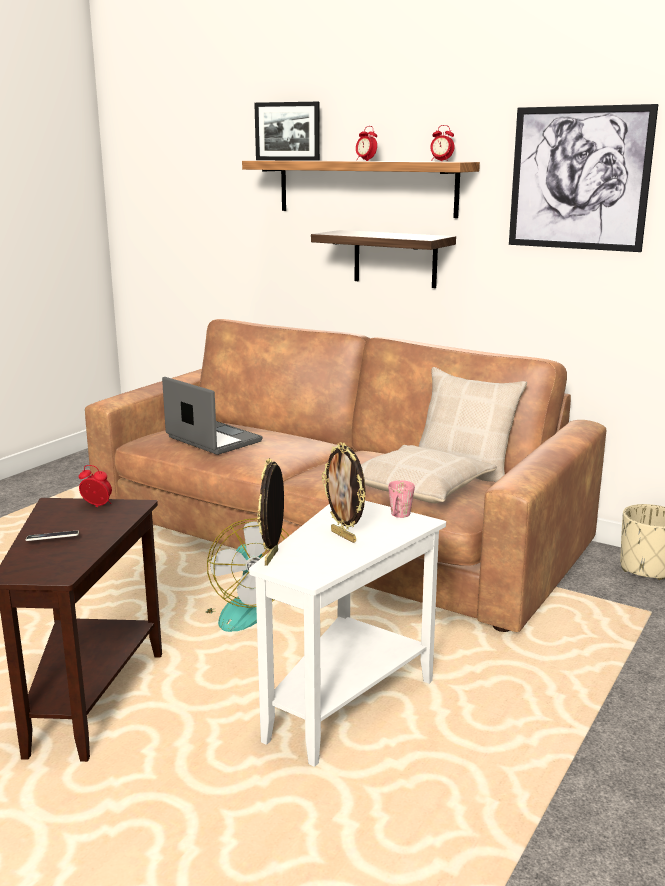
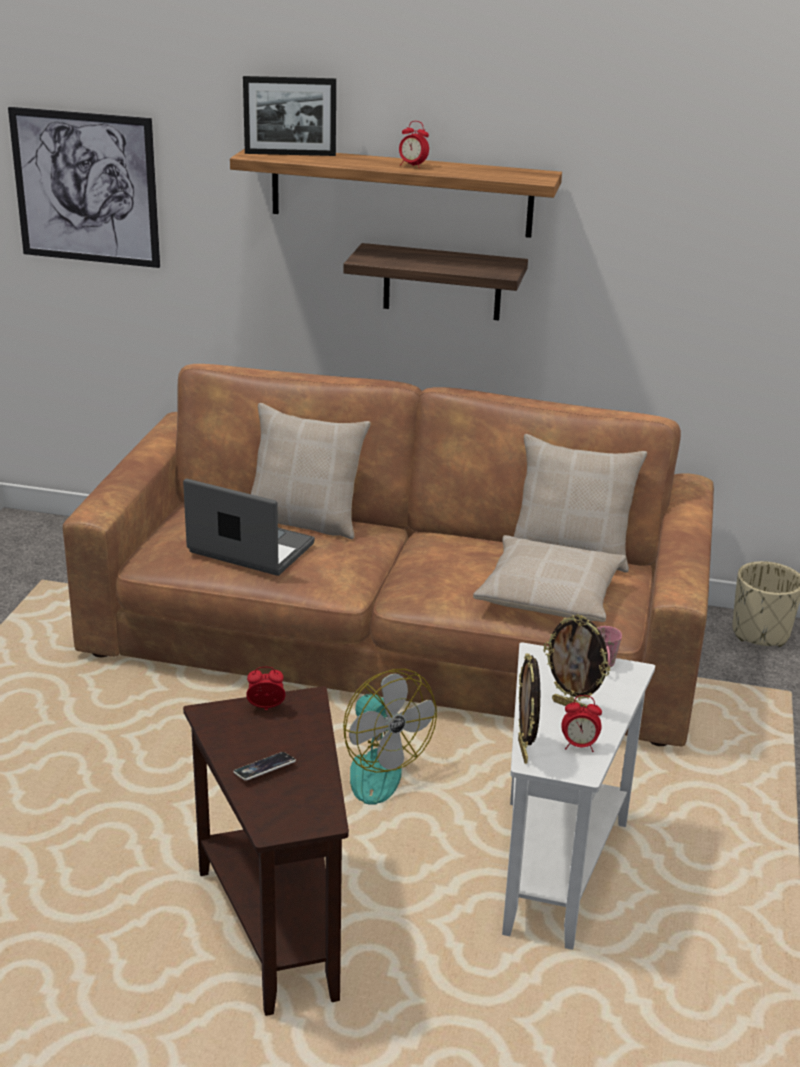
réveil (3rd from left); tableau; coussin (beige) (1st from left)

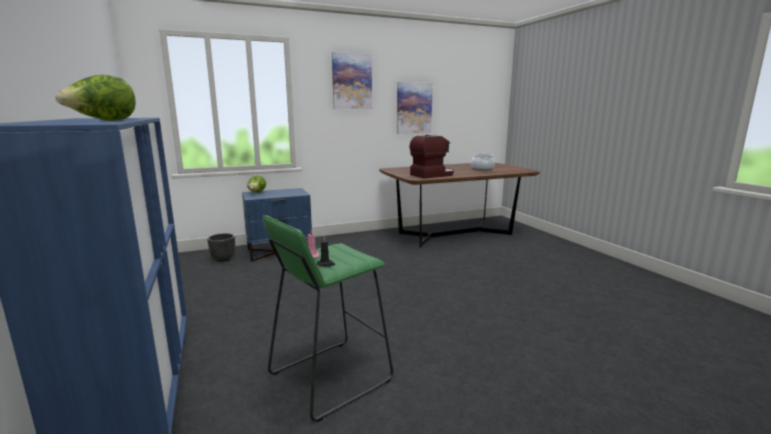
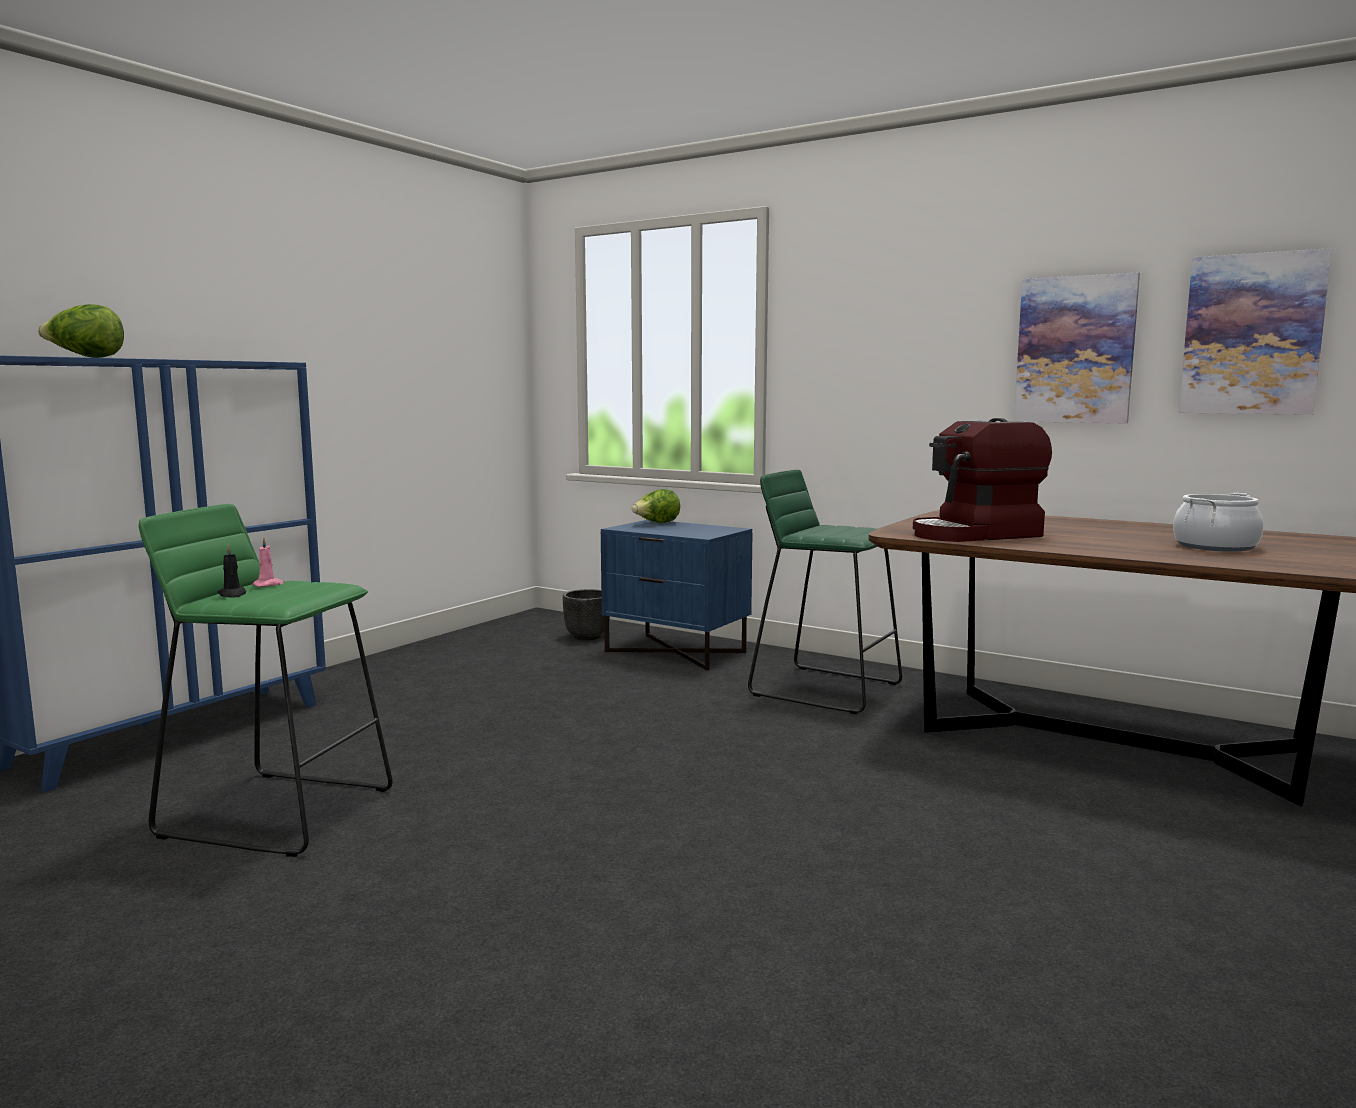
tableau (2nd from left); machine à café; tabouret (vert) (2nd from left)

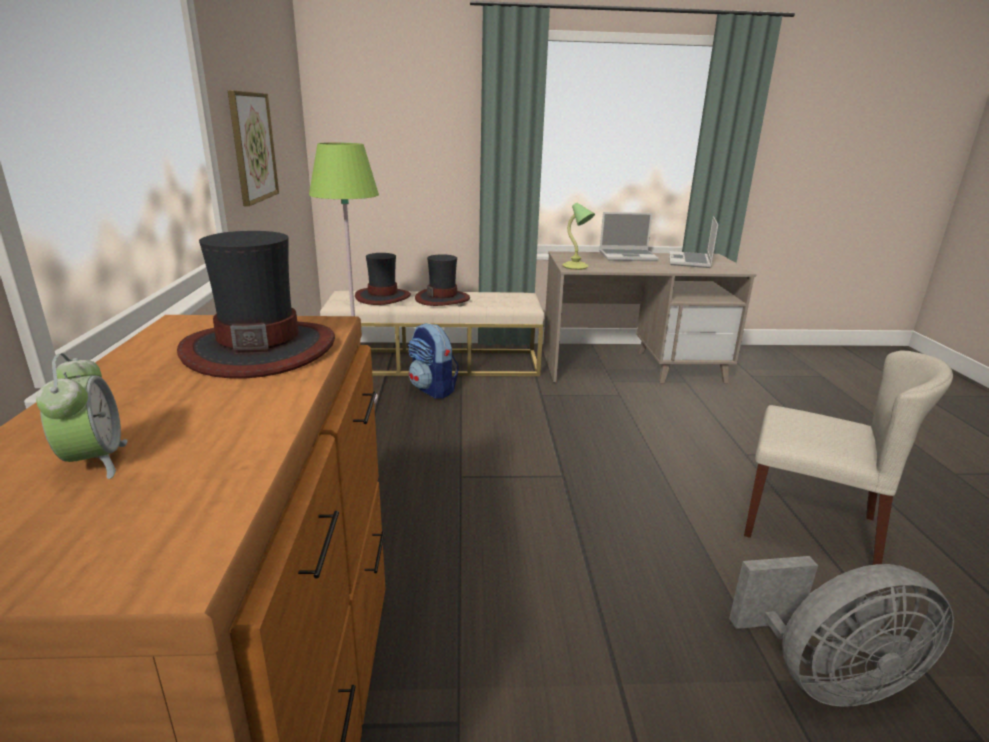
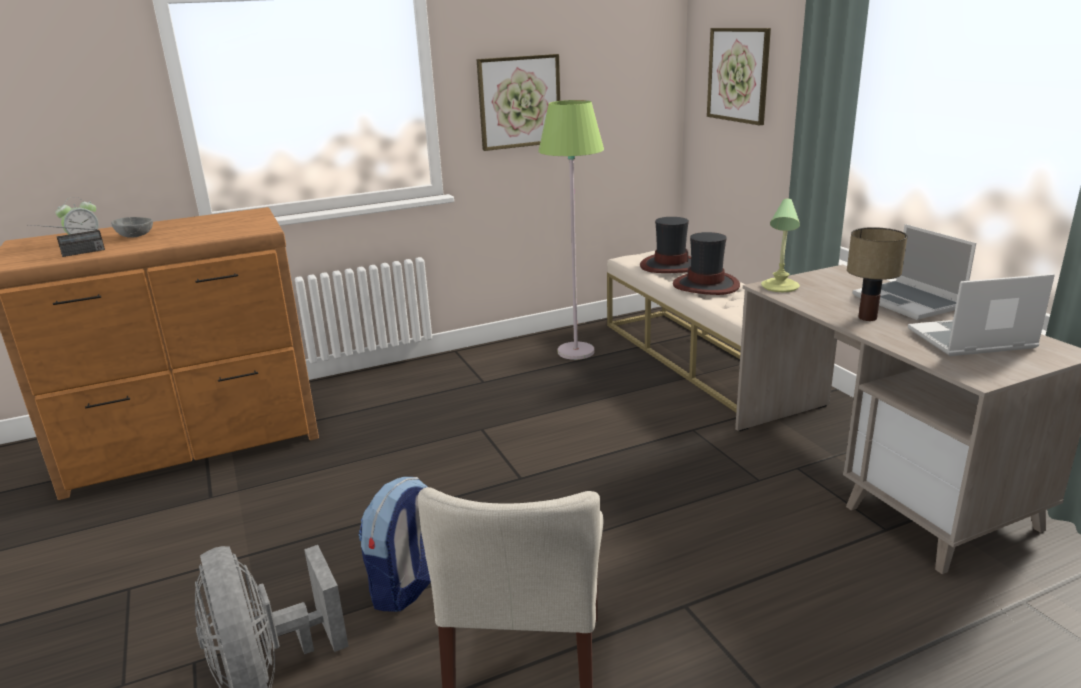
chapeau (1st from left in the first image); sac à dos; radio; bol (gris); tableau (2nd from left); lampe de table (2nd from left)

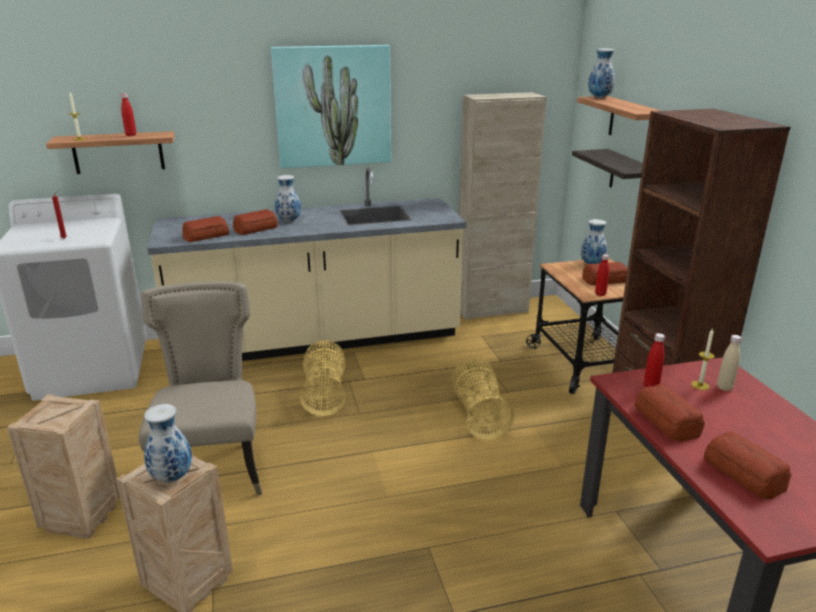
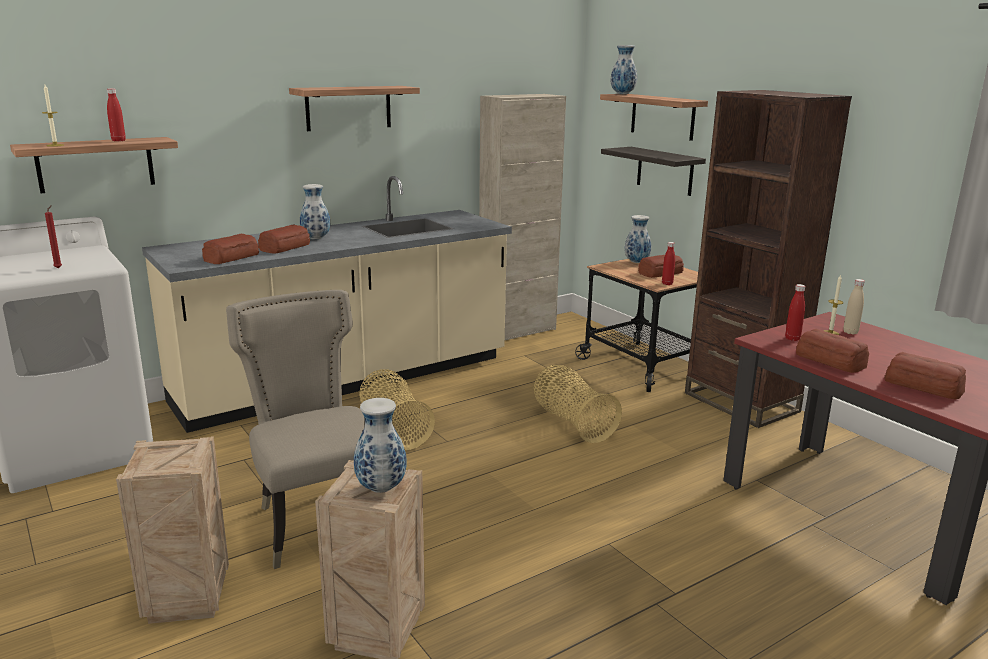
étagère (2nd from left)

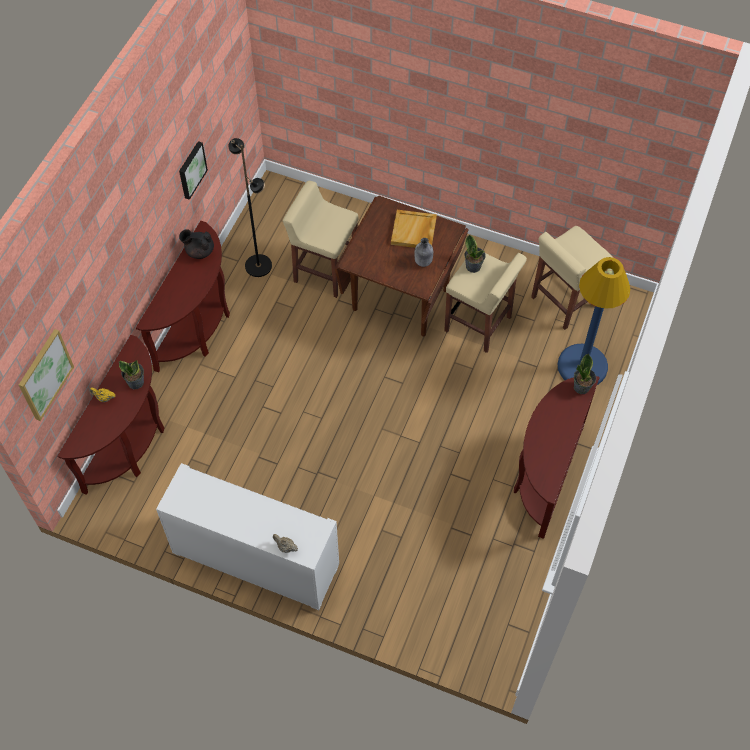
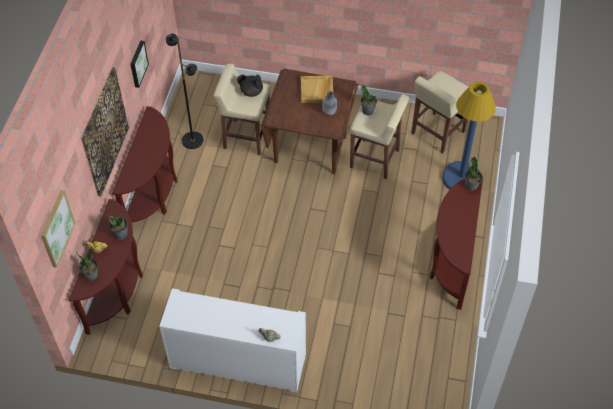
théière (noir); plante en pot (1st from left); tableau (2nd from left)

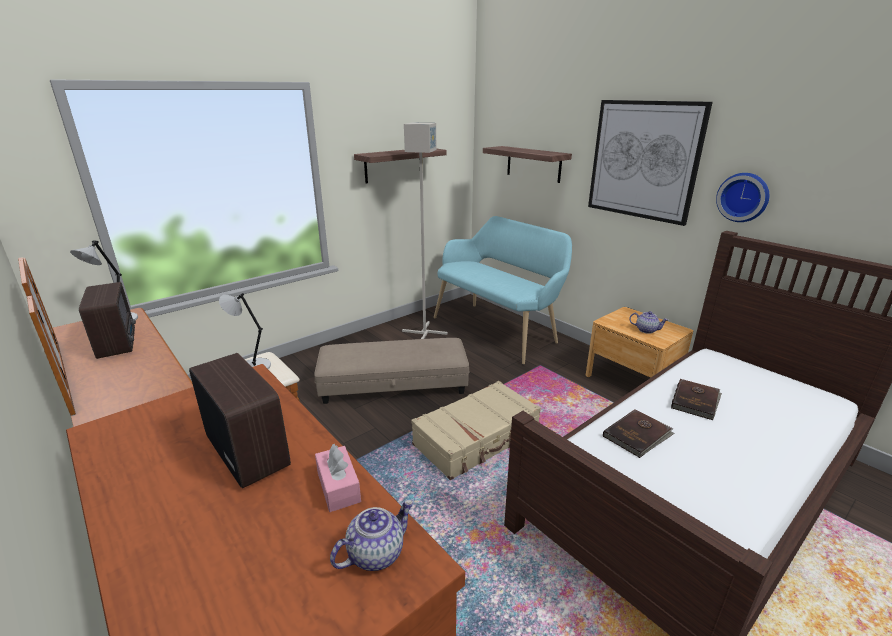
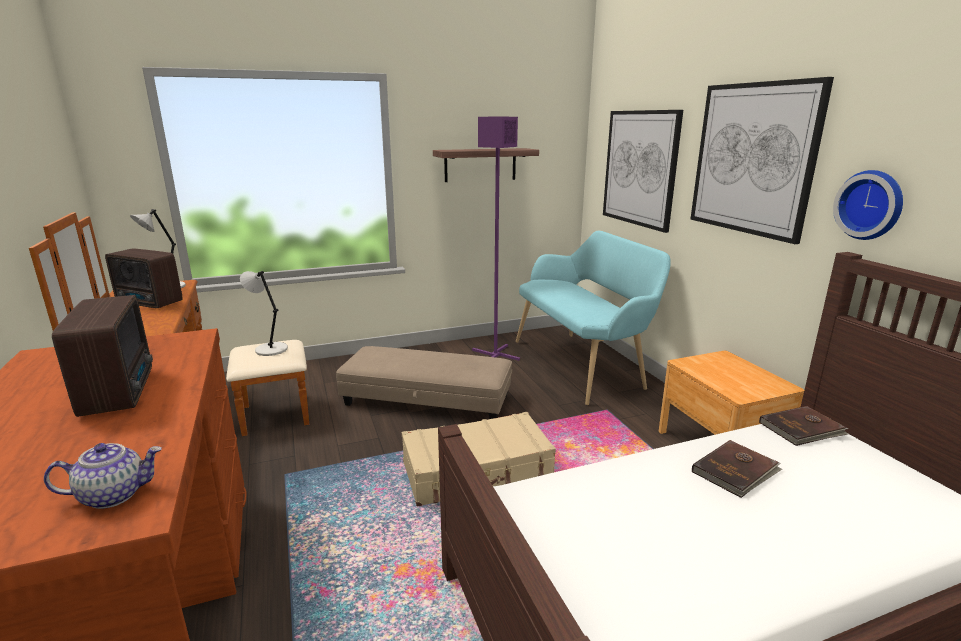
radio (2nd from left); boîte à mouchoirs (rose); lampadaire (violet); tableau (1st from left); livre (marron) (2nd from left); théière (2nd from left in the first image)

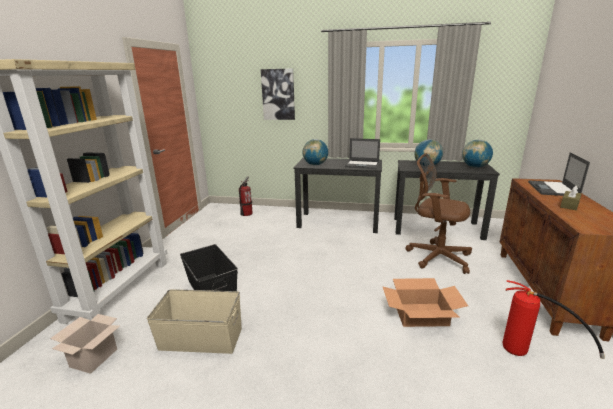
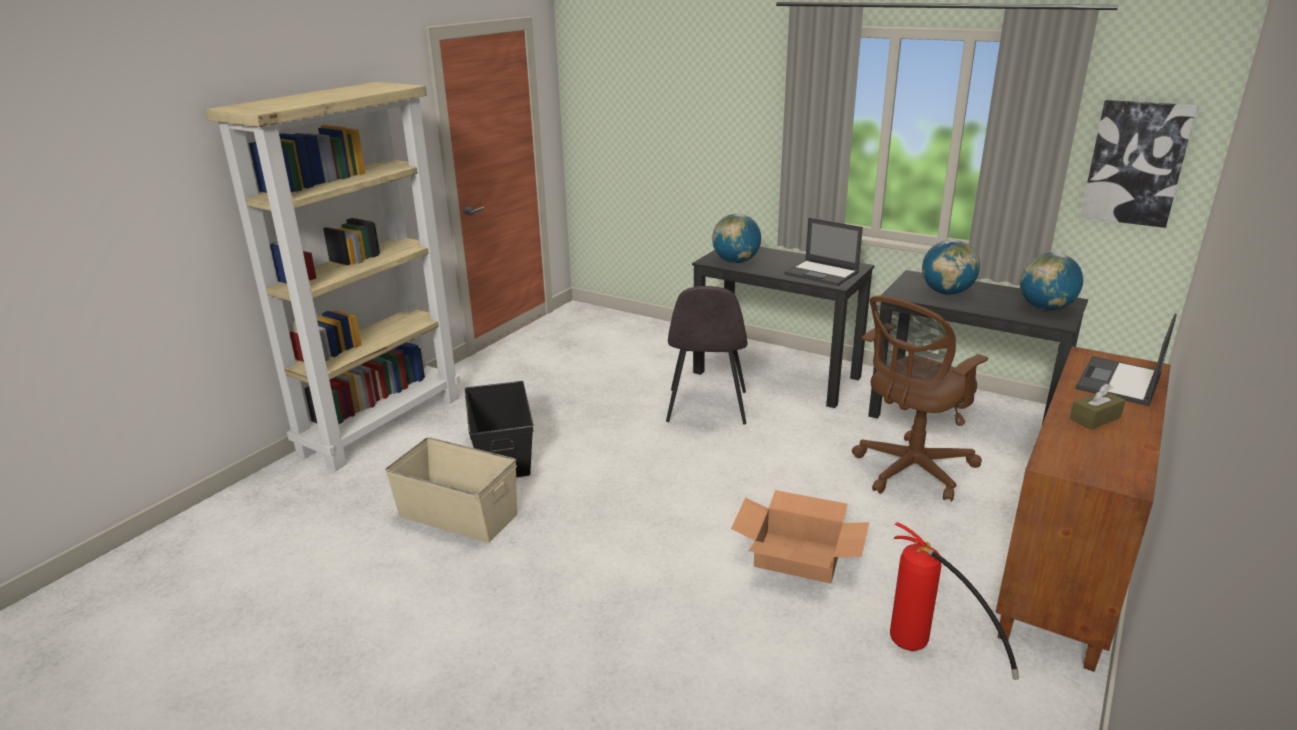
carton (1st from left in the first image); extincteur (1st from left in the first image); tableau; chaise de bureau (marron); chaise (gris)

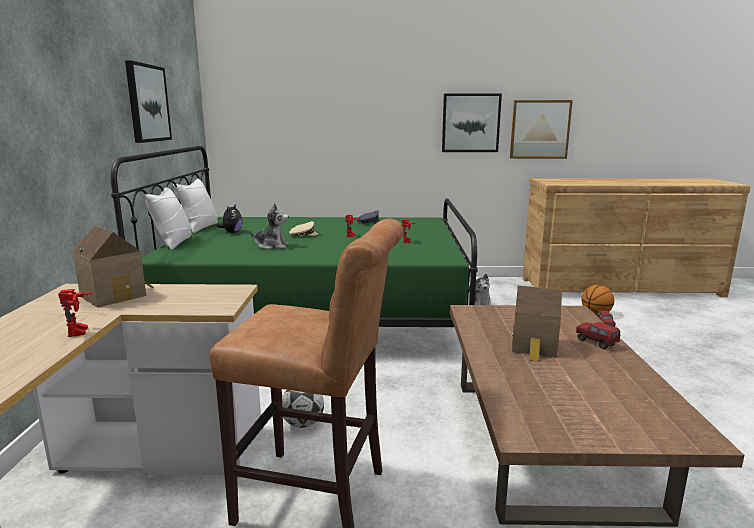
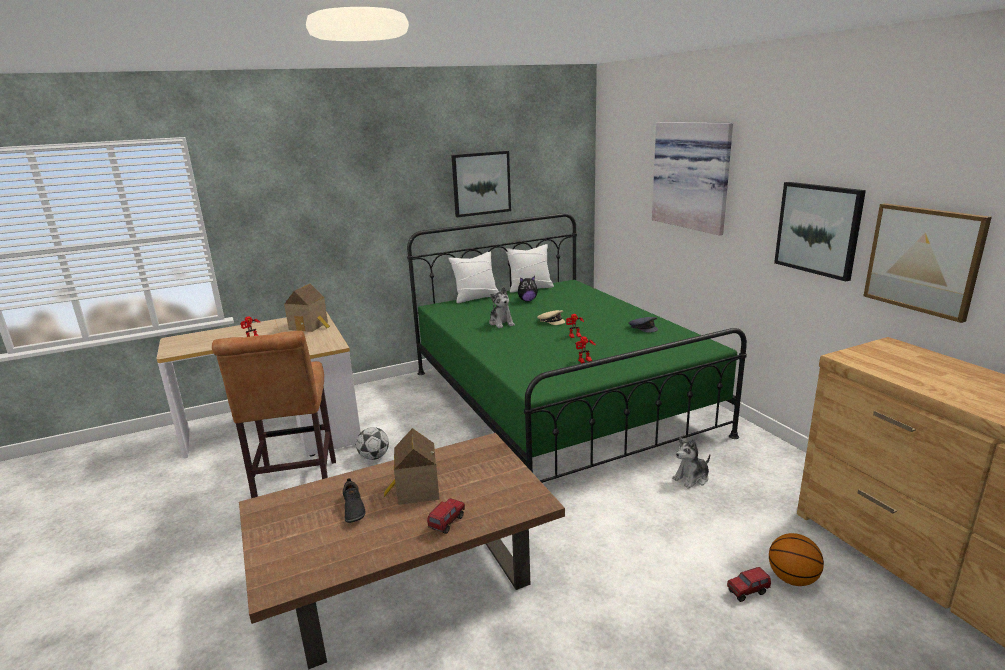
chaussure (noir); tableau (2nd from left)

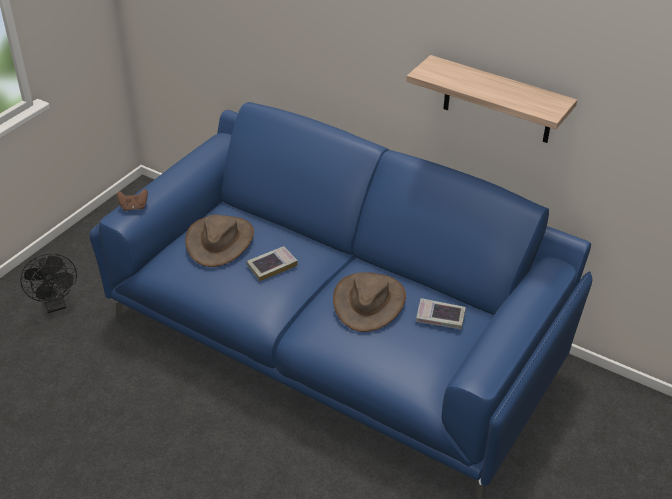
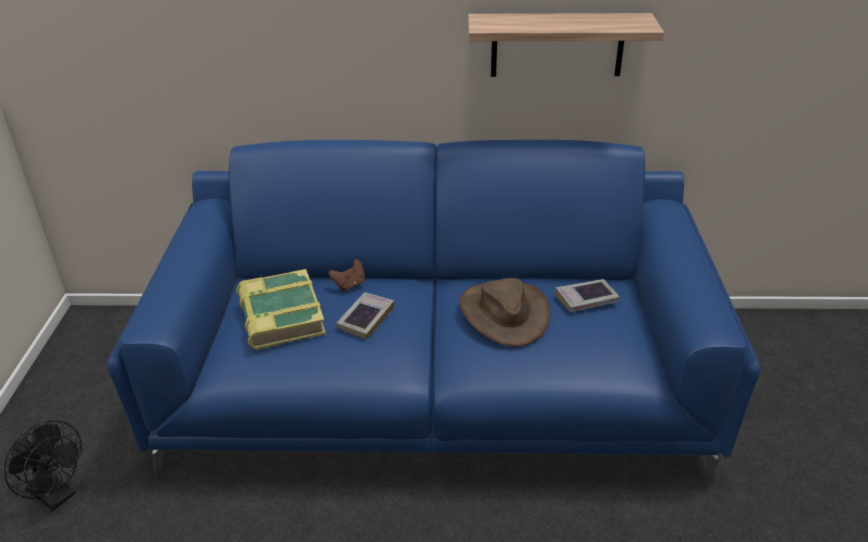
manette (marron); livre (1st from left)

